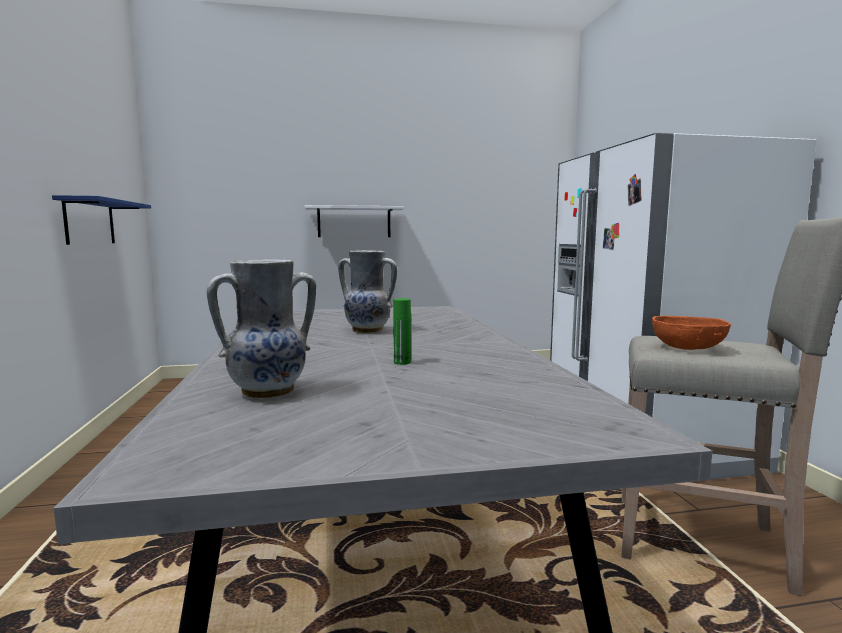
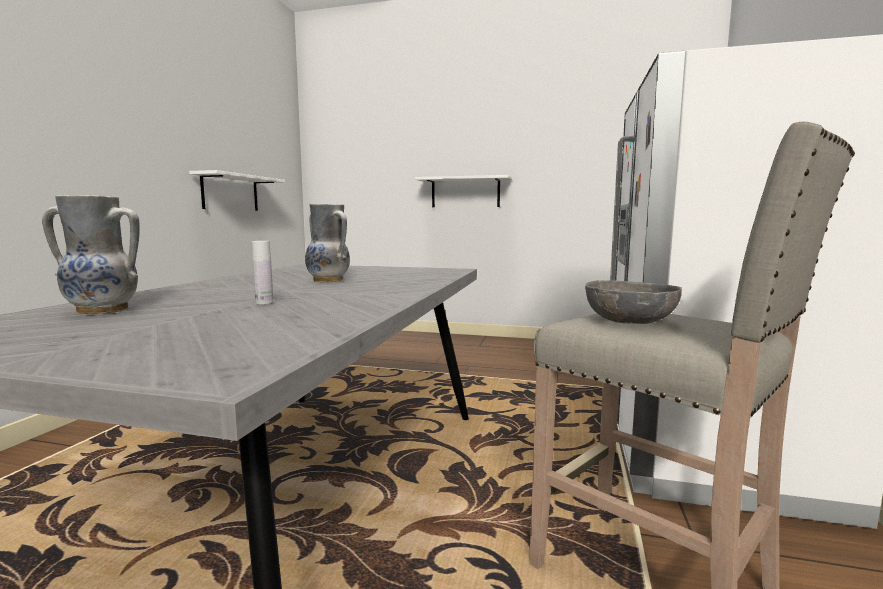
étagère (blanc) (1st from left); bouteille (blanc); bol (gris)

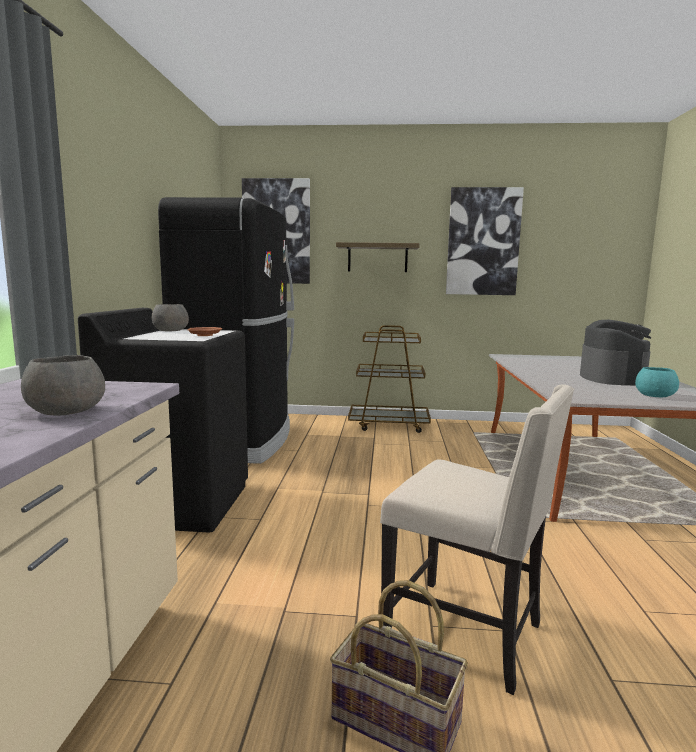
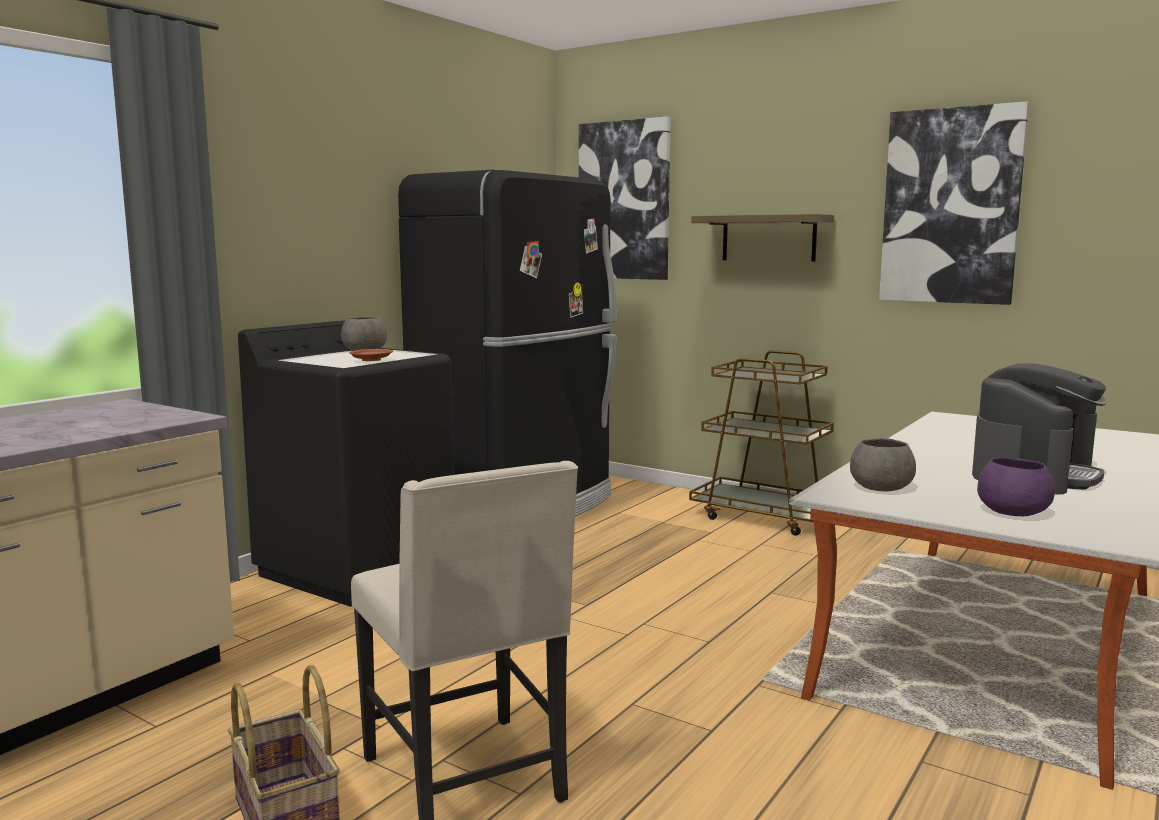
bol (gris) (2nd from left); bol (violet)

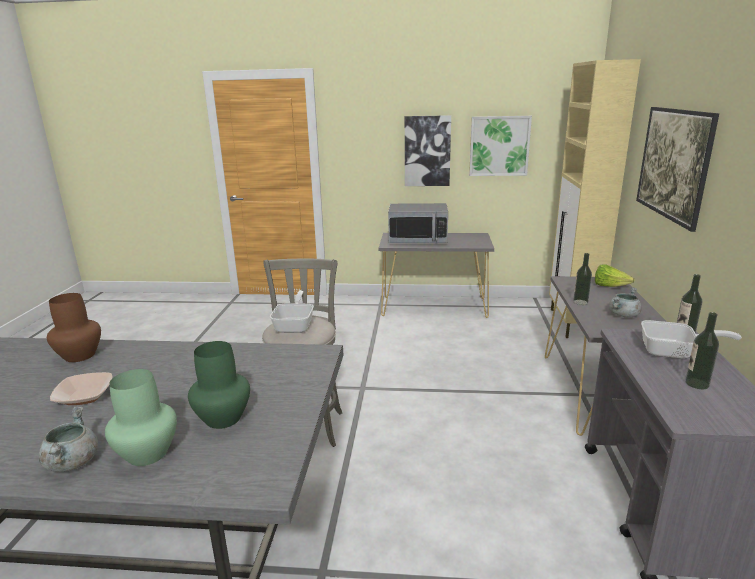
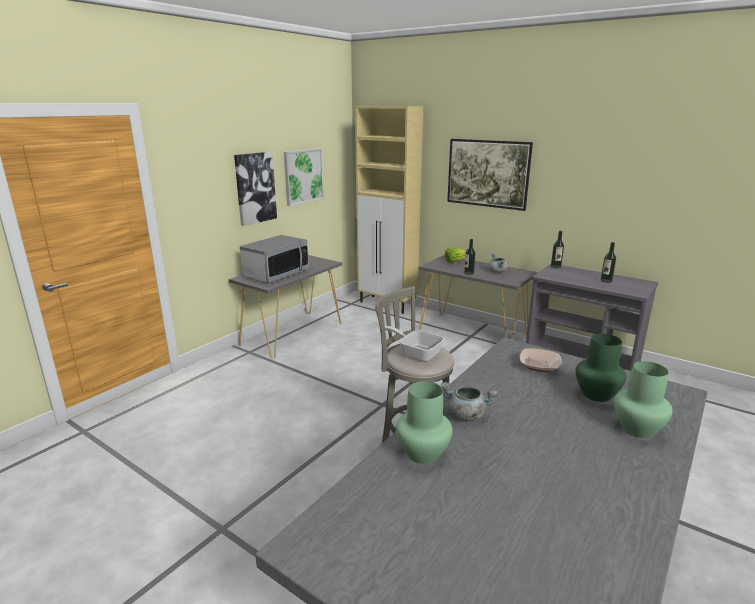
marmite (gris) (1st from left); vase (vert) (1st from left); bol; poêle (2nd from left in the first image)

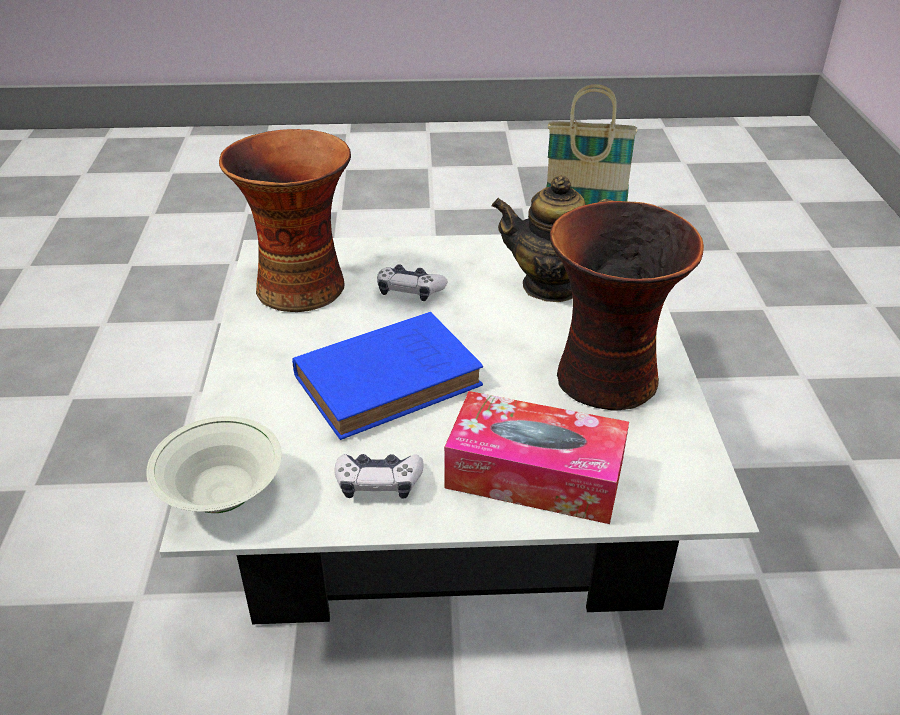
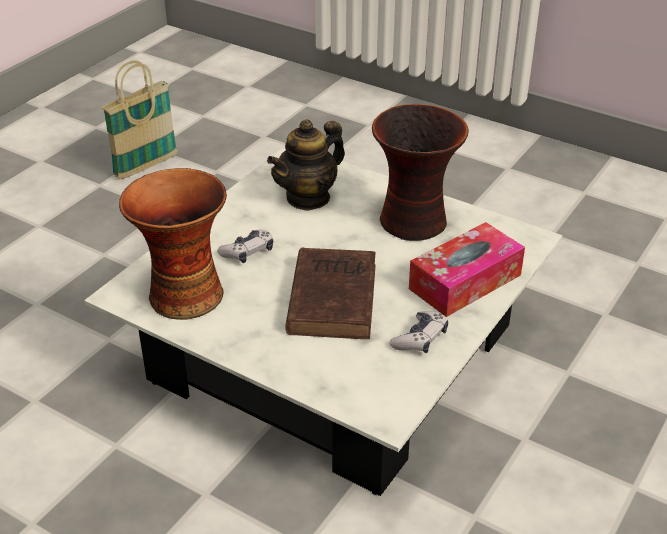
bol (blanc); livre (marron)

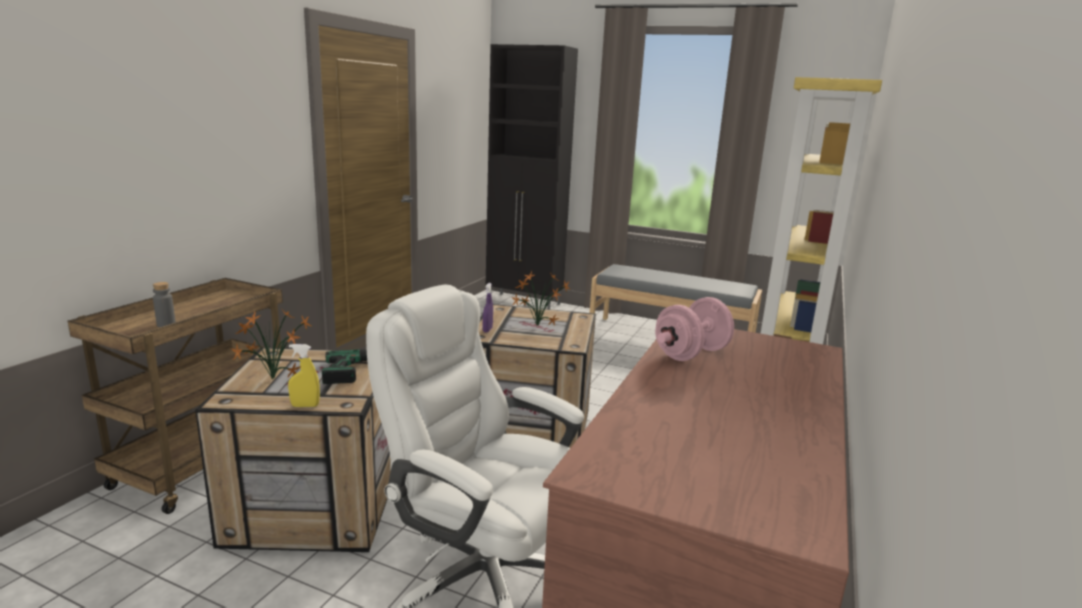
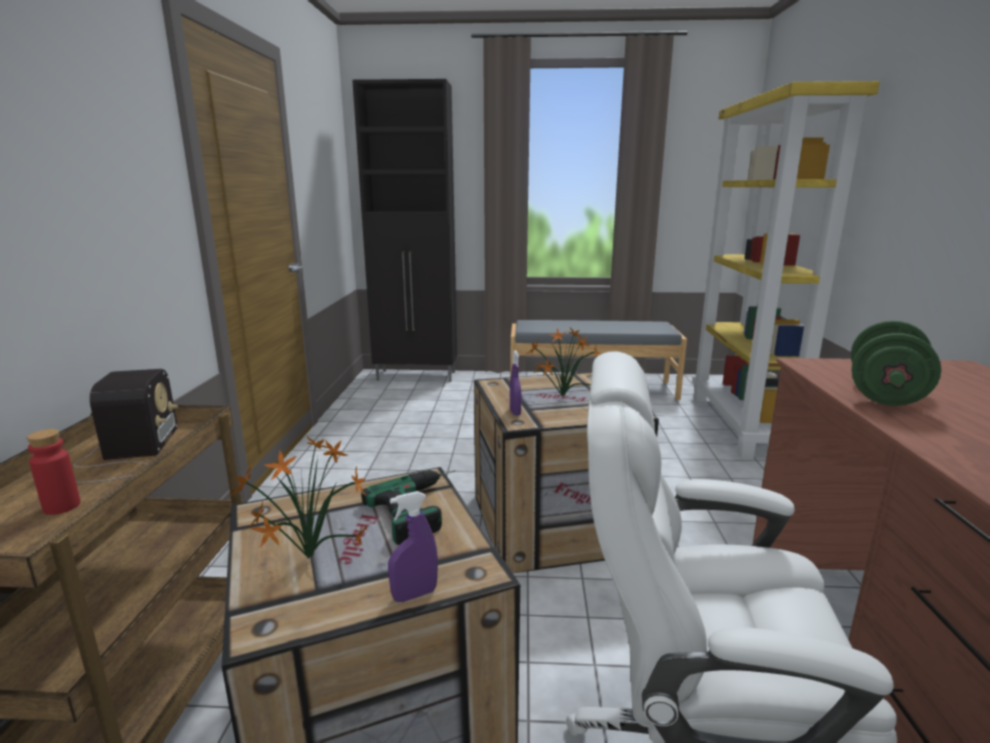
bouteille (rouge); vaporisateur (violet) (1st from left); haltère (vert); radio

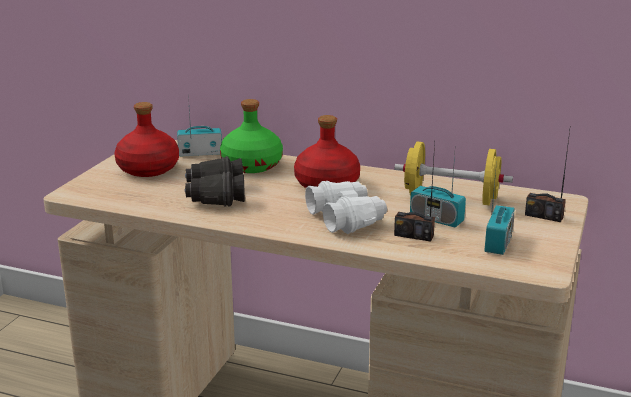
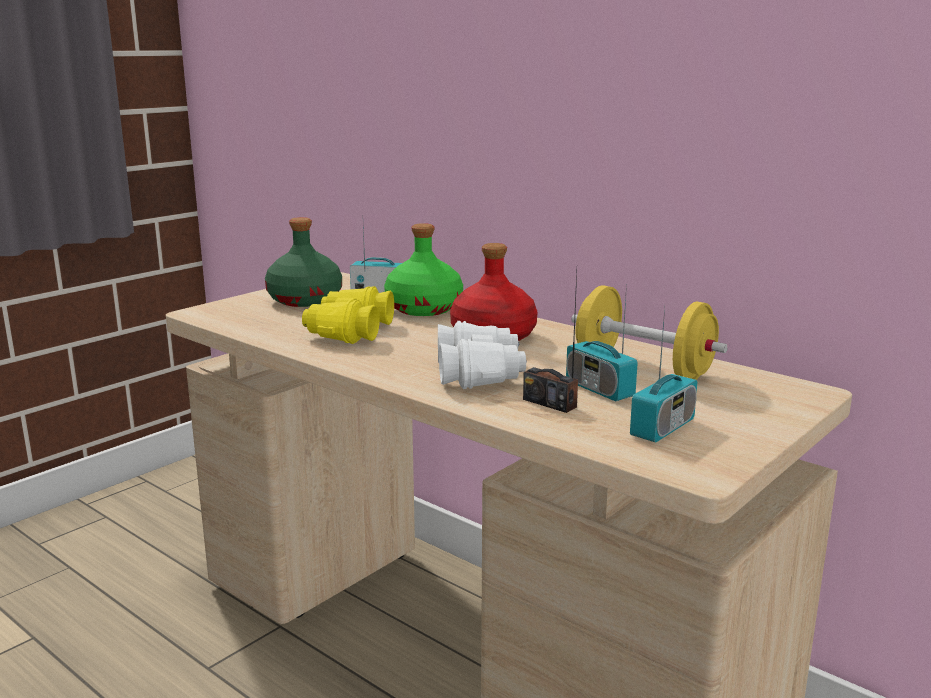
bouteille (vert) (1st from left); jumelles (jaune); radio (5th from left in the first image)

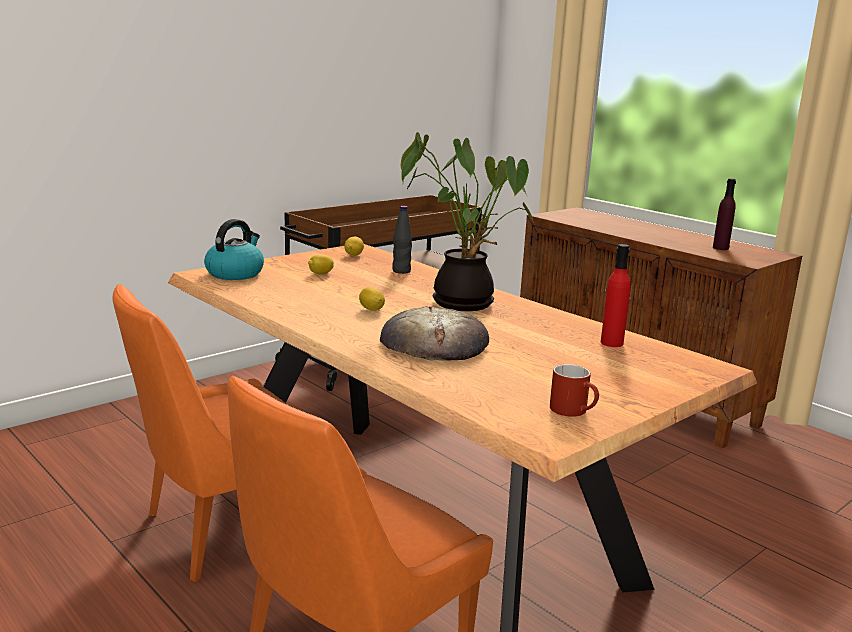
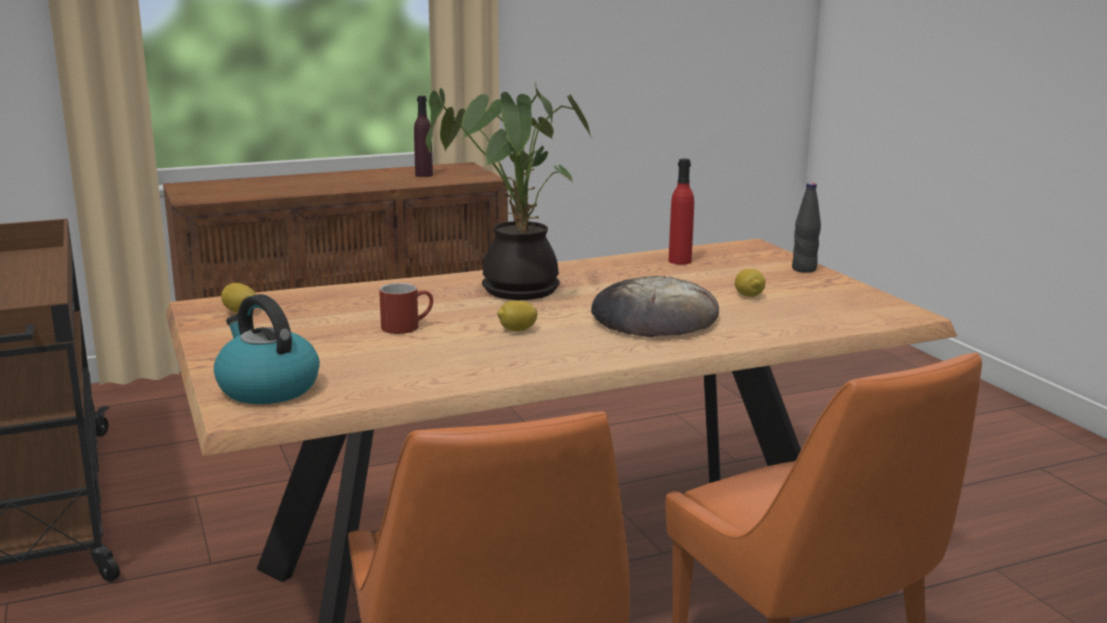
citron (3rd from left); bouteille (noir); mug (rouge)

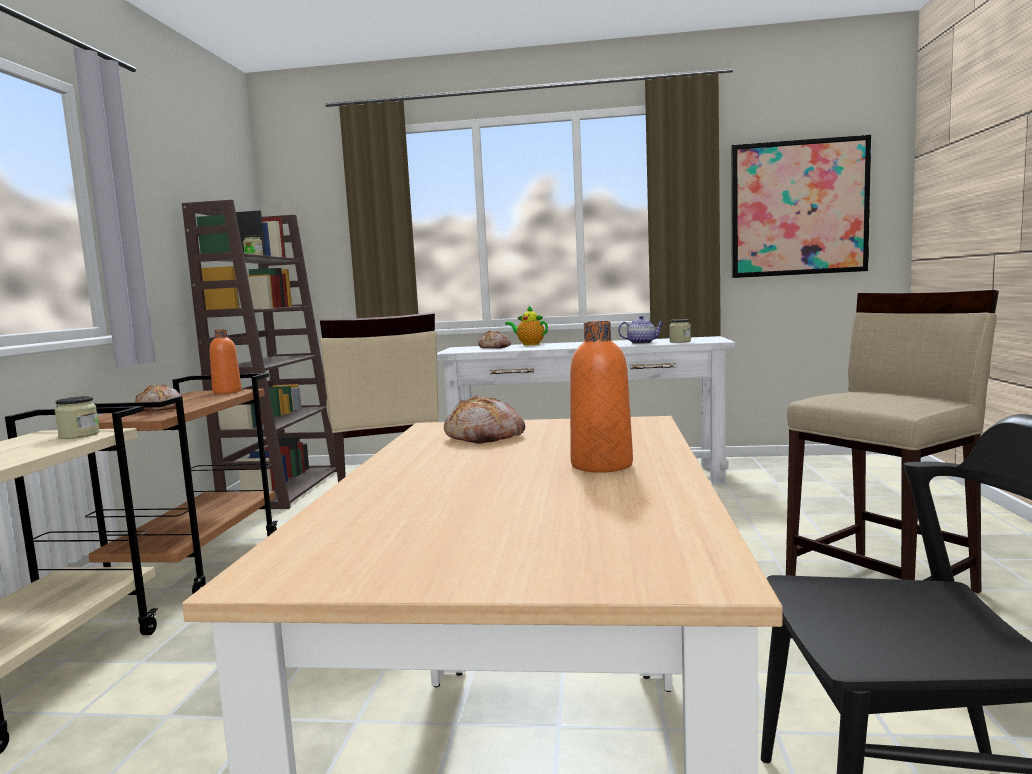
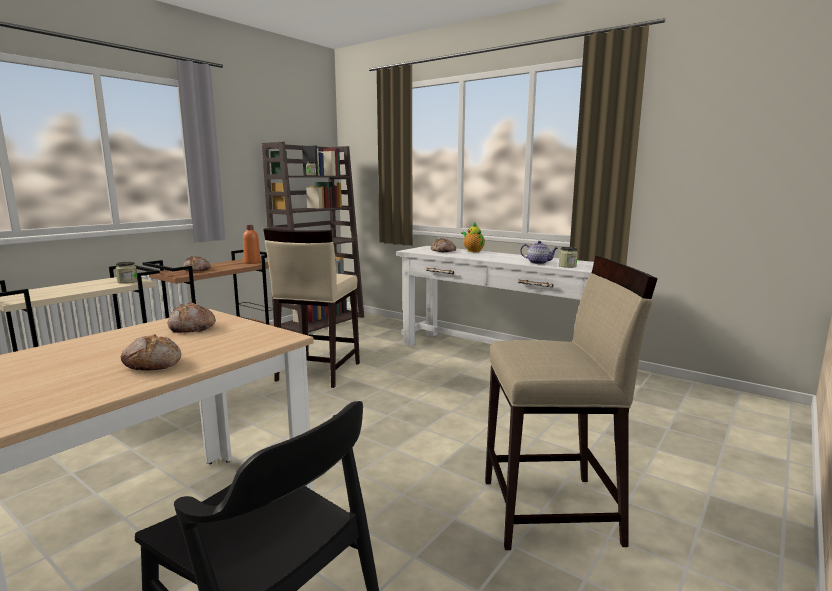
pain (1st from left); tableau

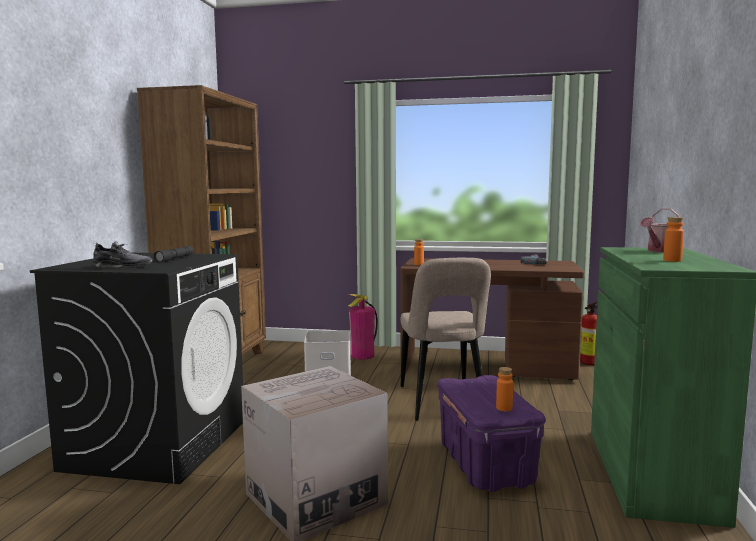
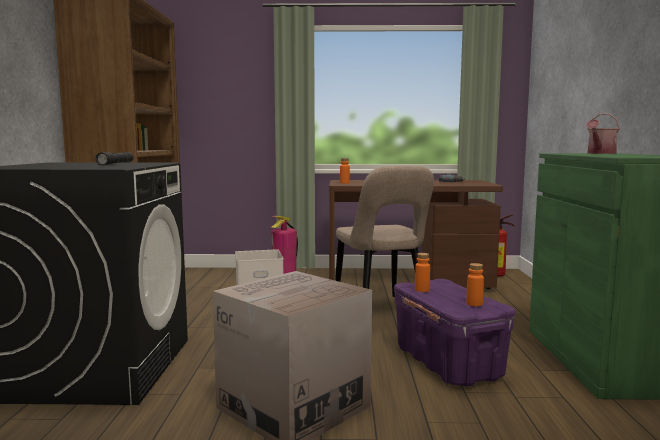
chaussure (gris); bouteille (orange) (2nd from left)

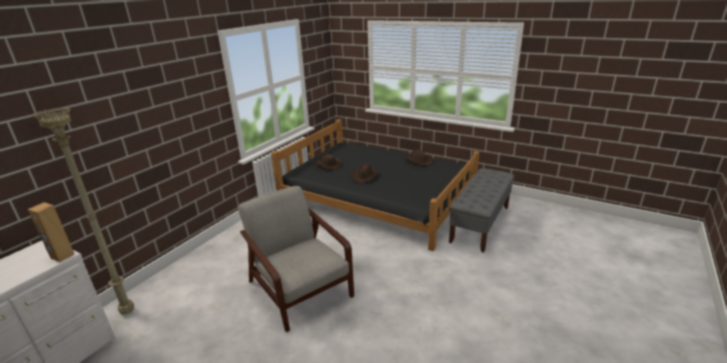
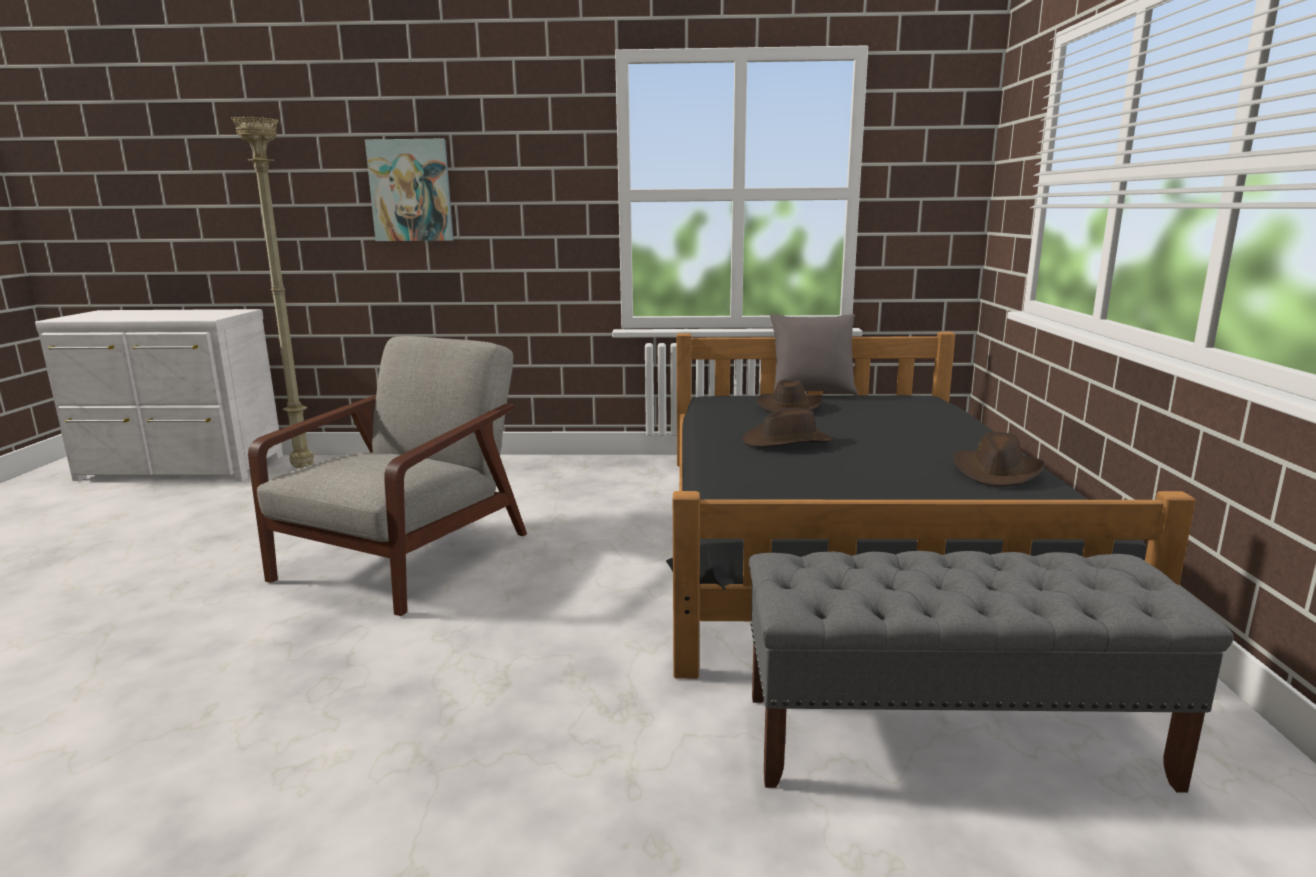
enceinte (marron); tableau; coussin (gris)

